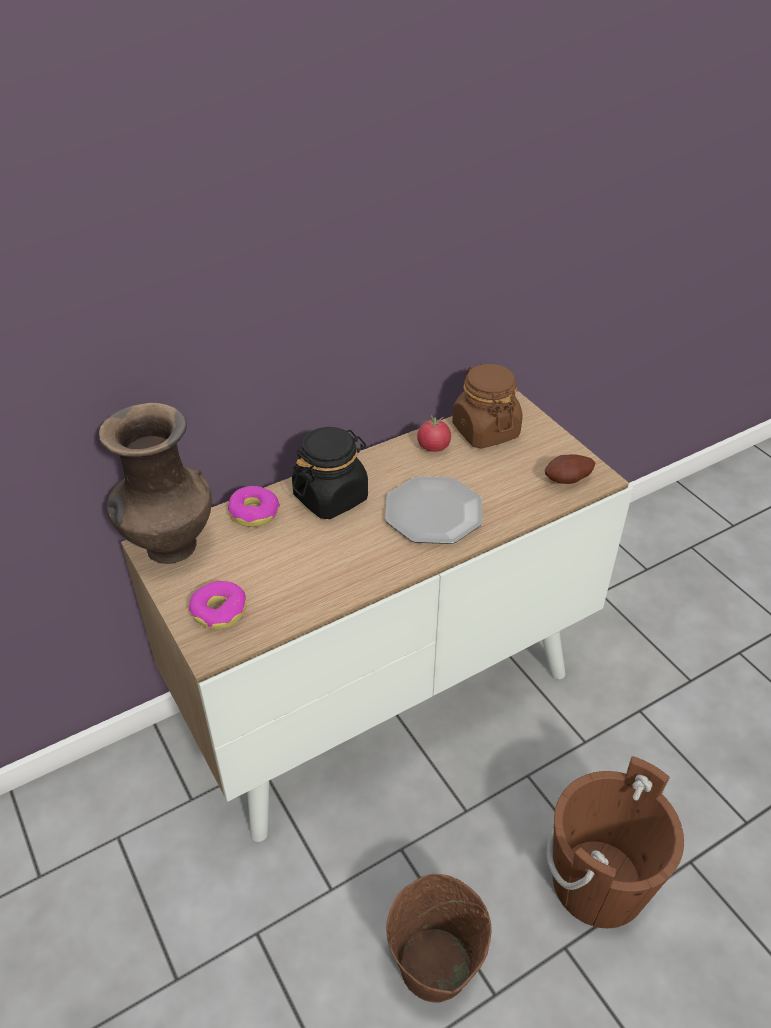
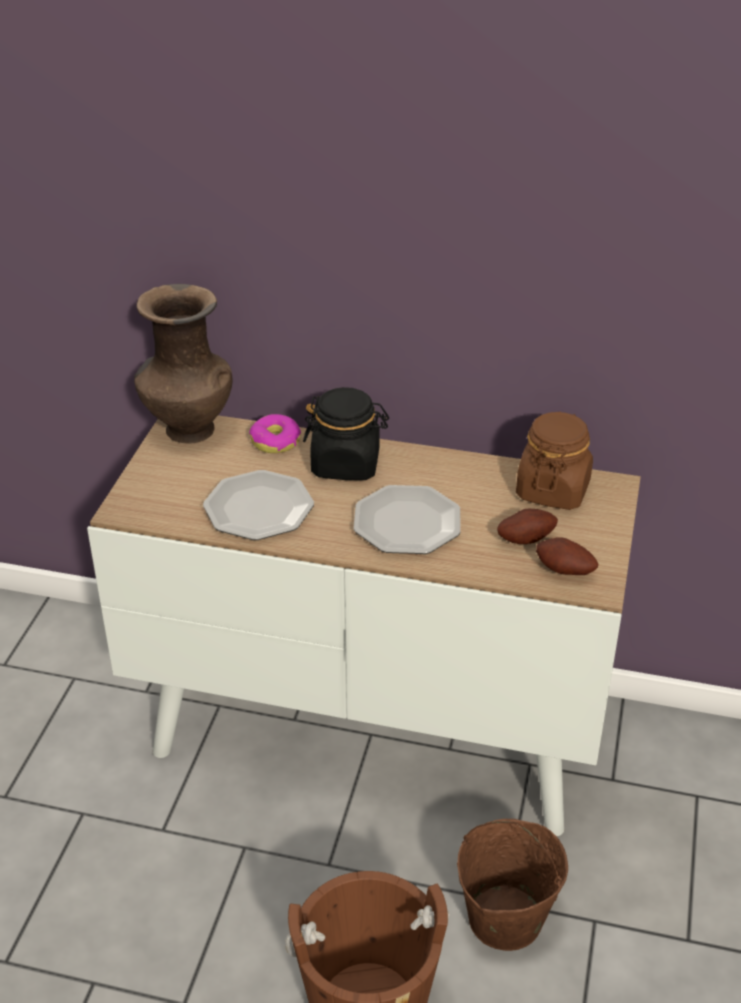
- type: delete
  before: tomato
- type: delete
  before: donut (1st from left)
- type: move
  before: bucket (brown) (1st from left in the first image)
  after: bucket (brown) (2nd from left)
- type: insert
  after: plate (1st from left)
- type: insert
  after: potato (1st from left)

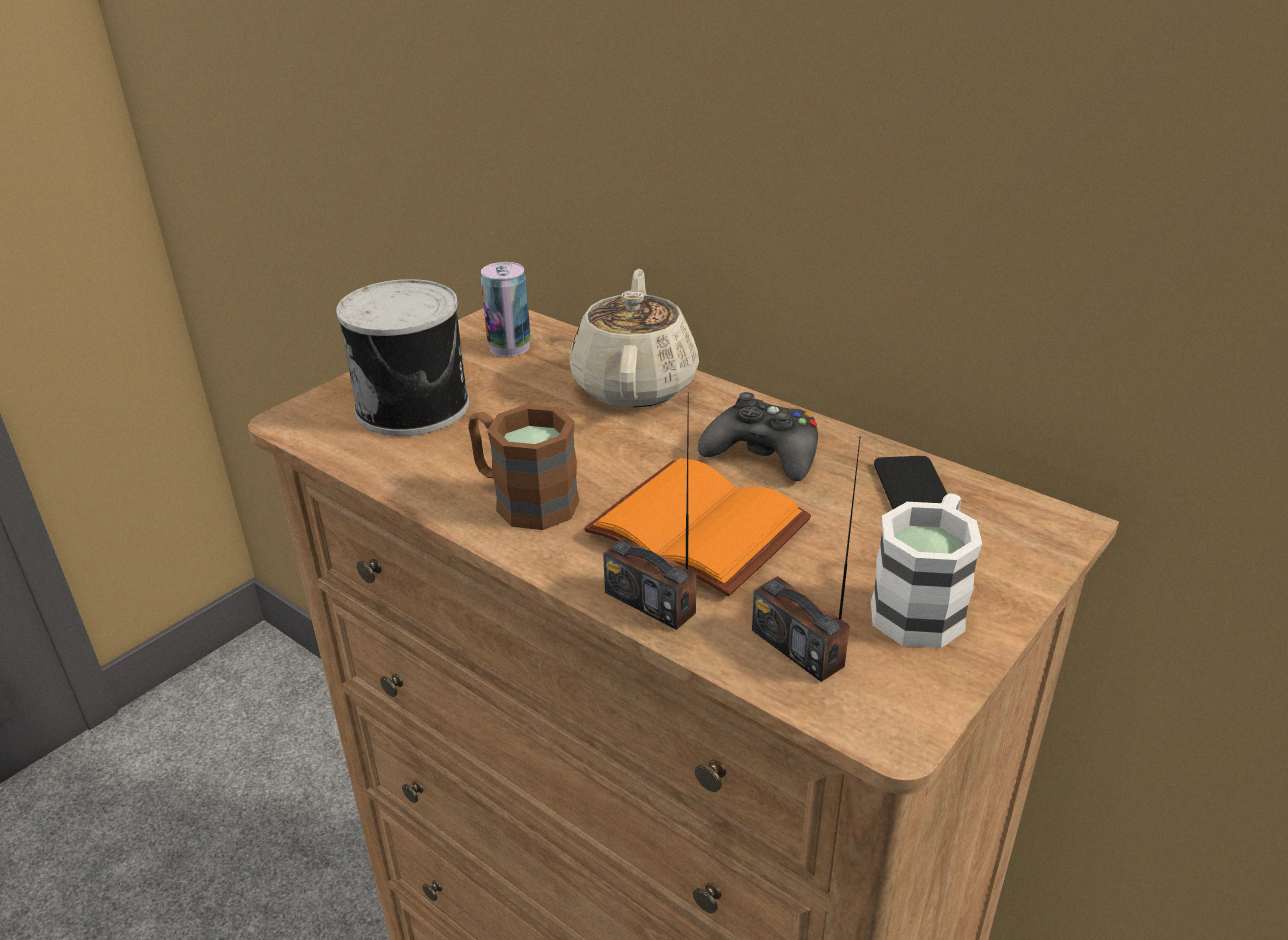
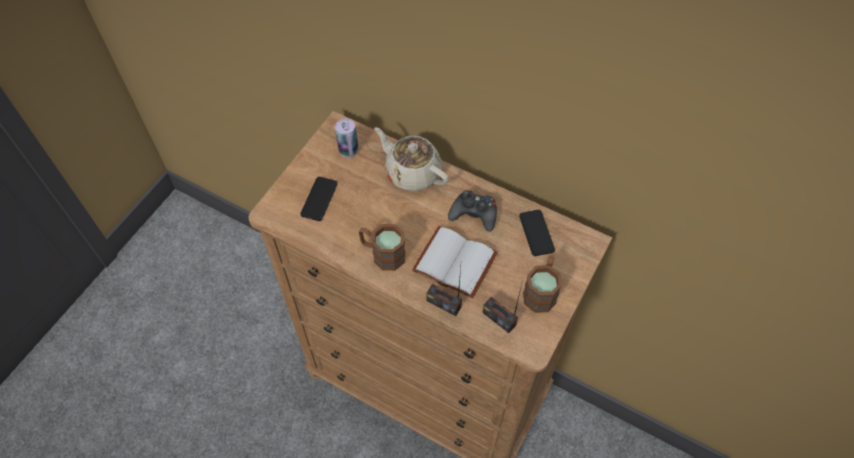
- type: rotate
  before: teapot (beige)
  turn: -45
- type: replace
  before: can (1st from left)
  after: phone (1st from left)
- type: recolor
  before: book (orange)
  after: book (white)
- type: recolor
  before: mug (white)
  after: mug (brown) (2nd from left)

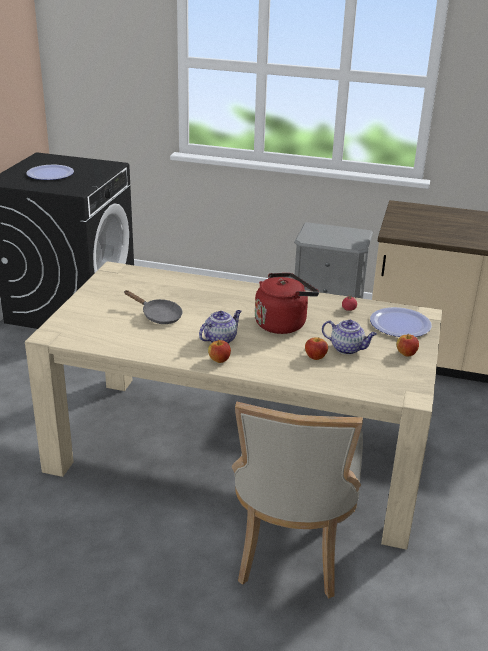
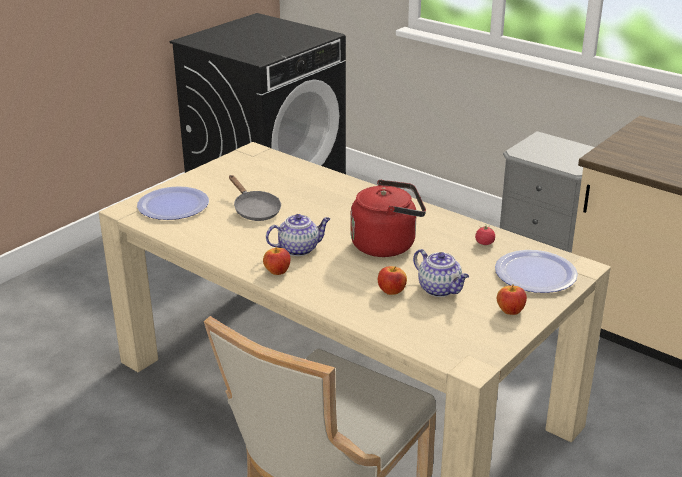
- type: move
  before: plate (1st from left)

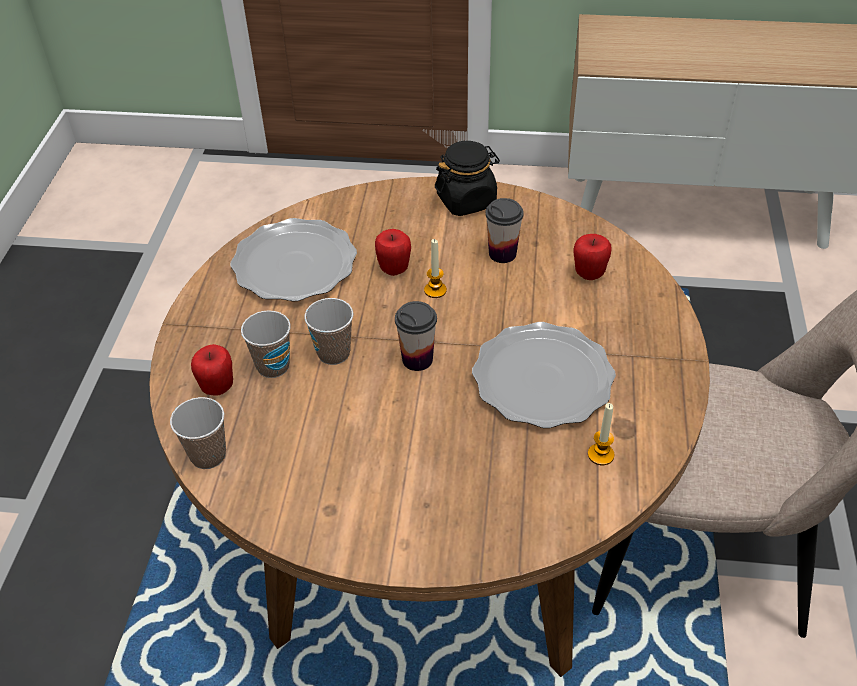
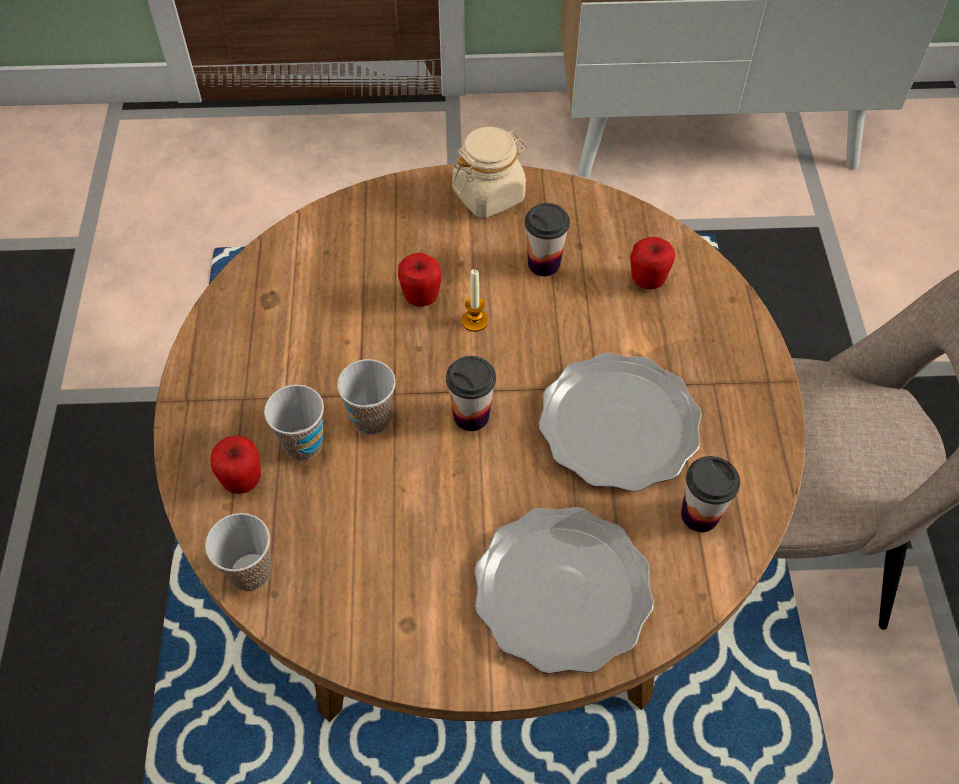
- type: recolor
  before: jar (black)
  after: jar (beige)
- type: move
  before: plate (1st from left)
- type: replace
  before: candle (2nd from left)
  after: cup (6th from left)

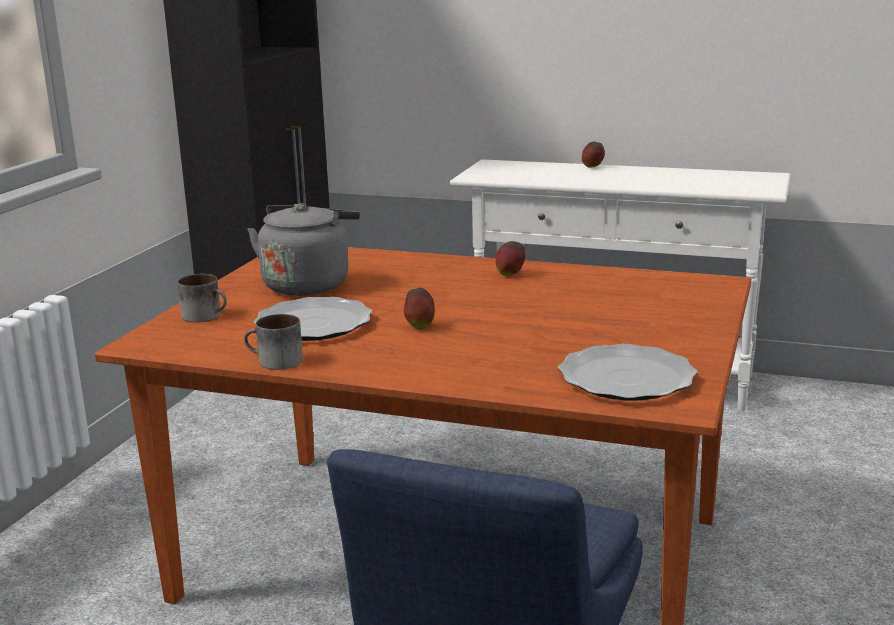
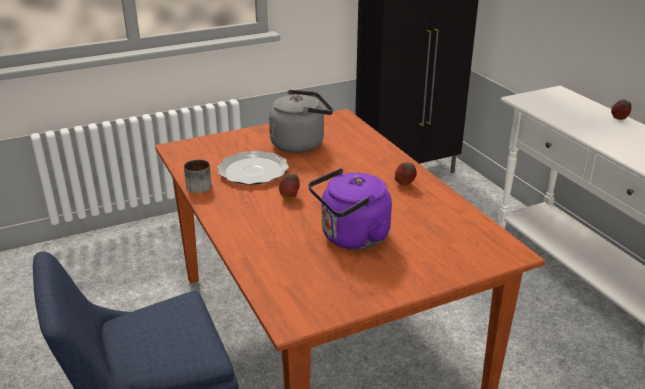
- type: delete
  before: mug (1st from left)
- type: delete
  before: plate (2nd from left)
- type: insert
  after: kettle (purple)

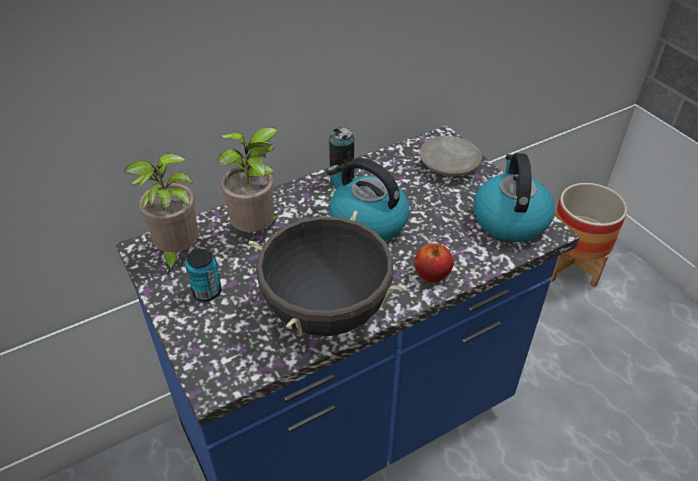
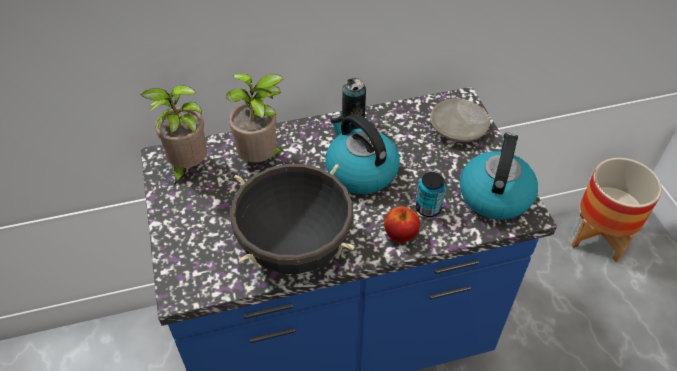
- type: move
  before: can (1st from left in the first image)
  after: can (2nd from left)

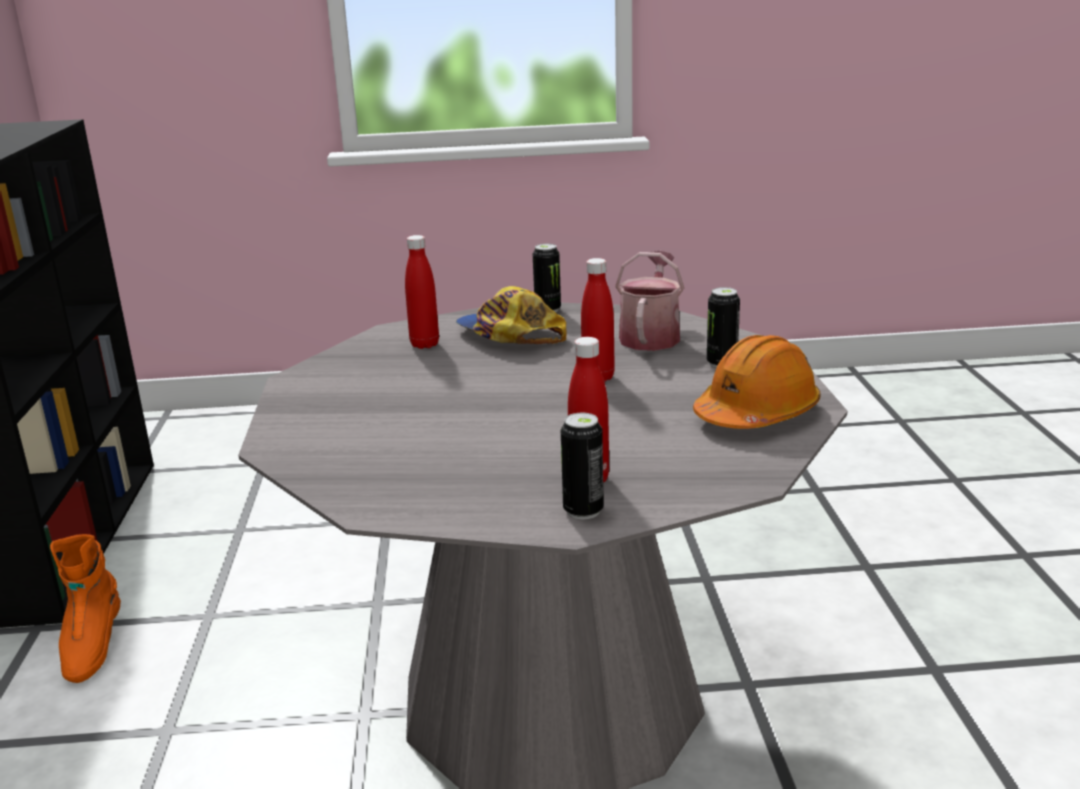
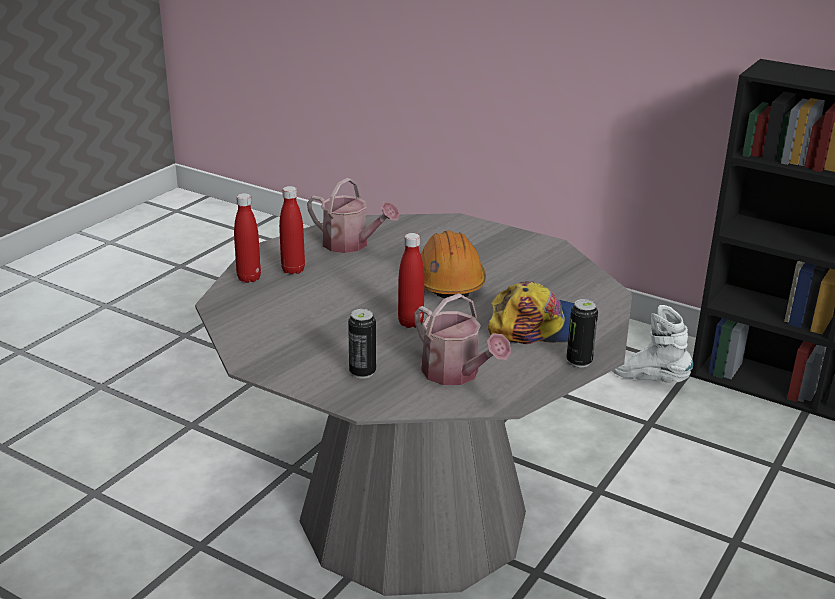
- type: move
  before: bottle (red) (1st from left)
- type: move
  before: hard hat (orange)
- type: delete
  before: can (2nd from left)
- type: recolor
  before: boot (orange)
  after: boot (white)
- type: insert
  after: watering can (1st from left)

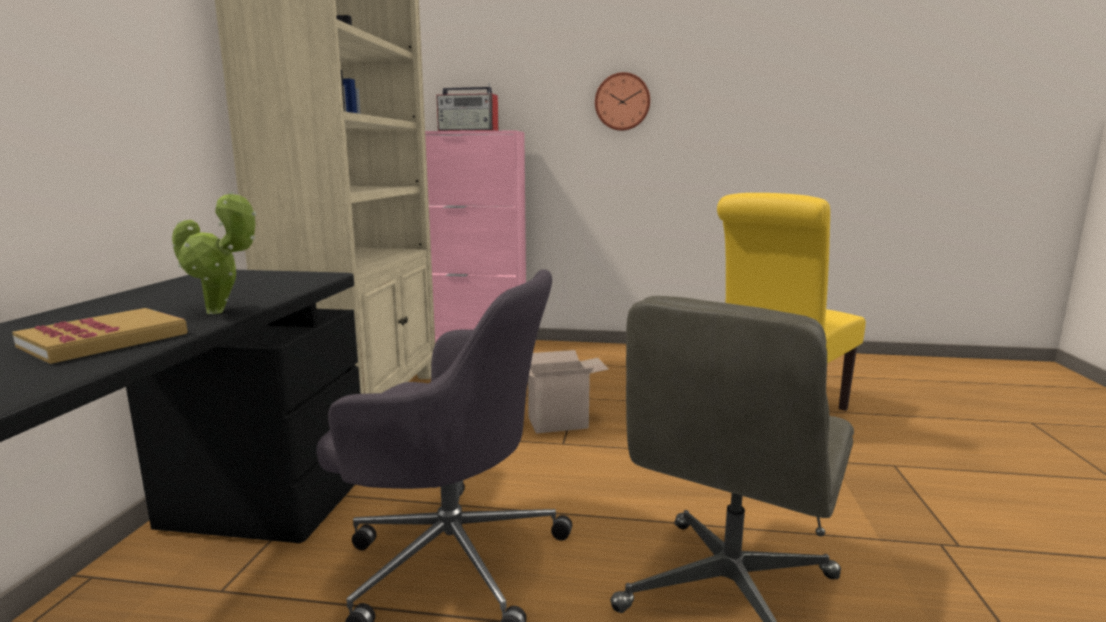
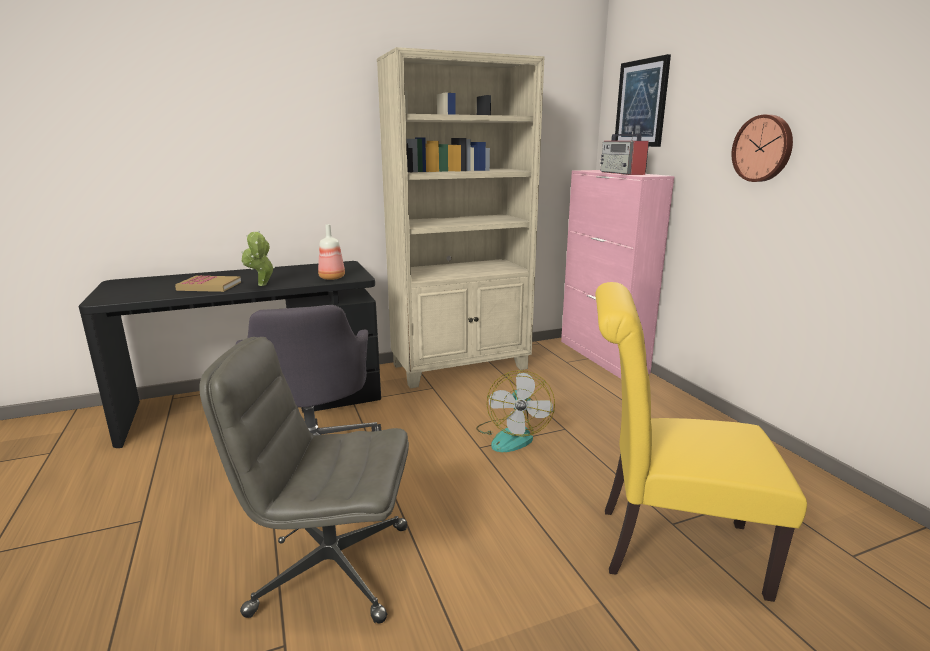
- type: replace
  before: cardboard box
  after: fan
- type: insert
  after: picture
- type: insert
  after: bottle

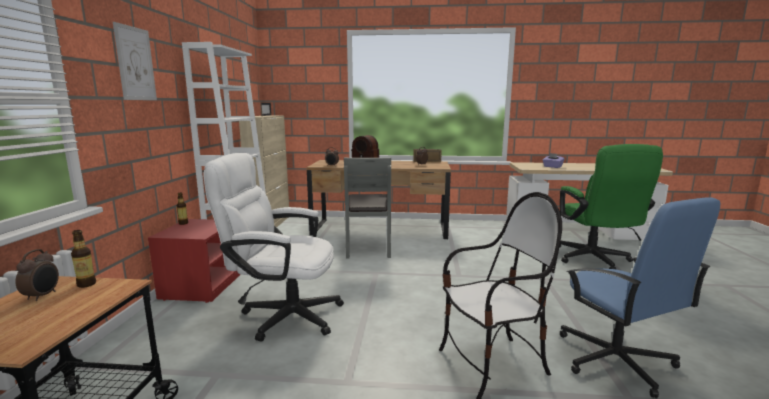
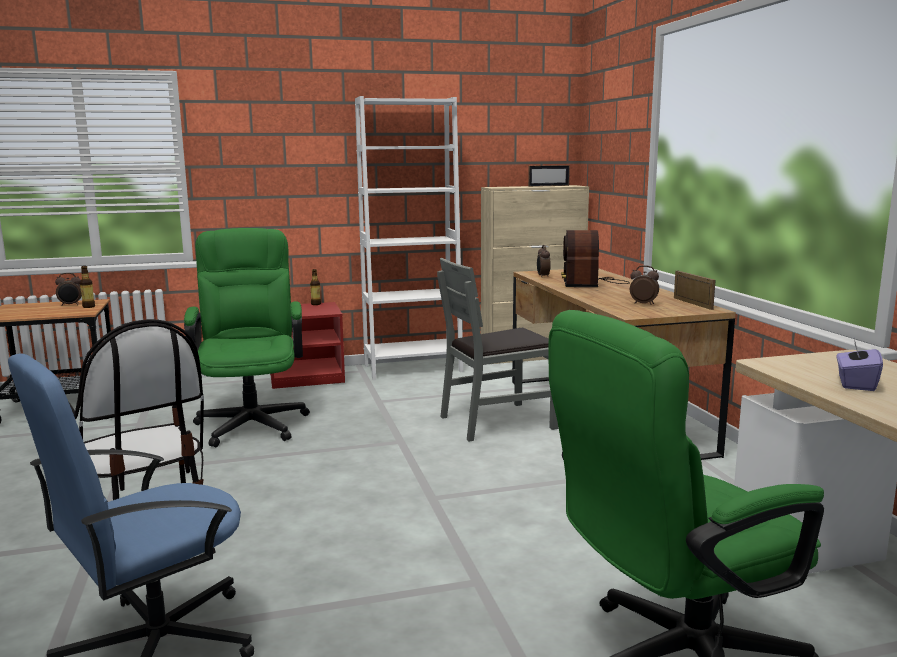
- type: delete
  before: picture
- type: recolor
  before: office chair (white)
  after: office chair (green) (1st from left)

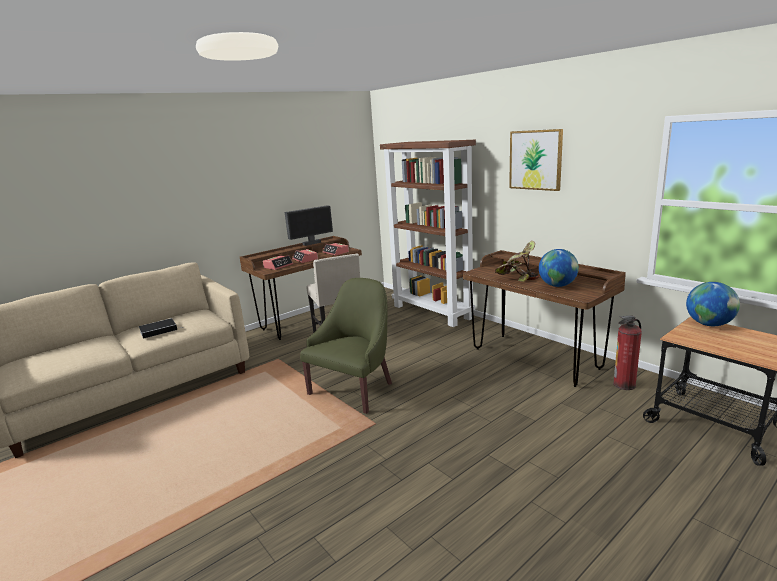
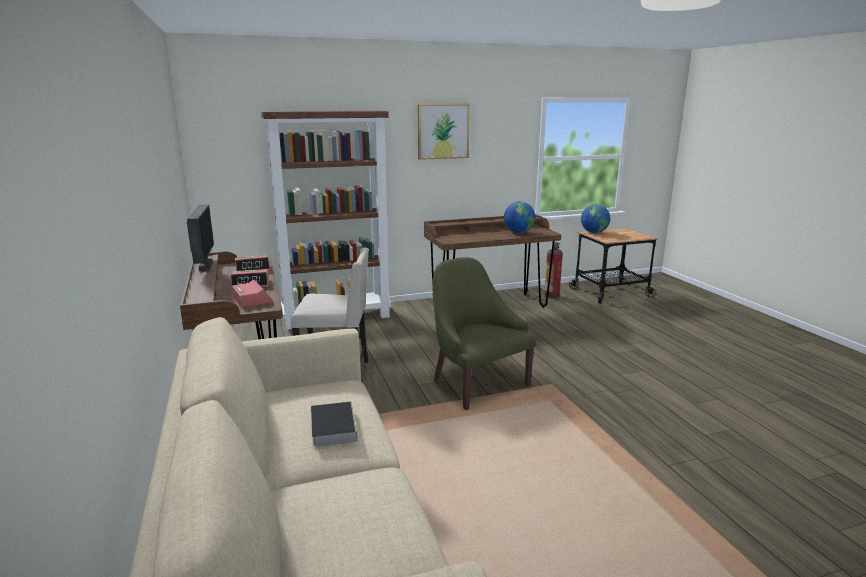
- type: delete
  before: potted plant

